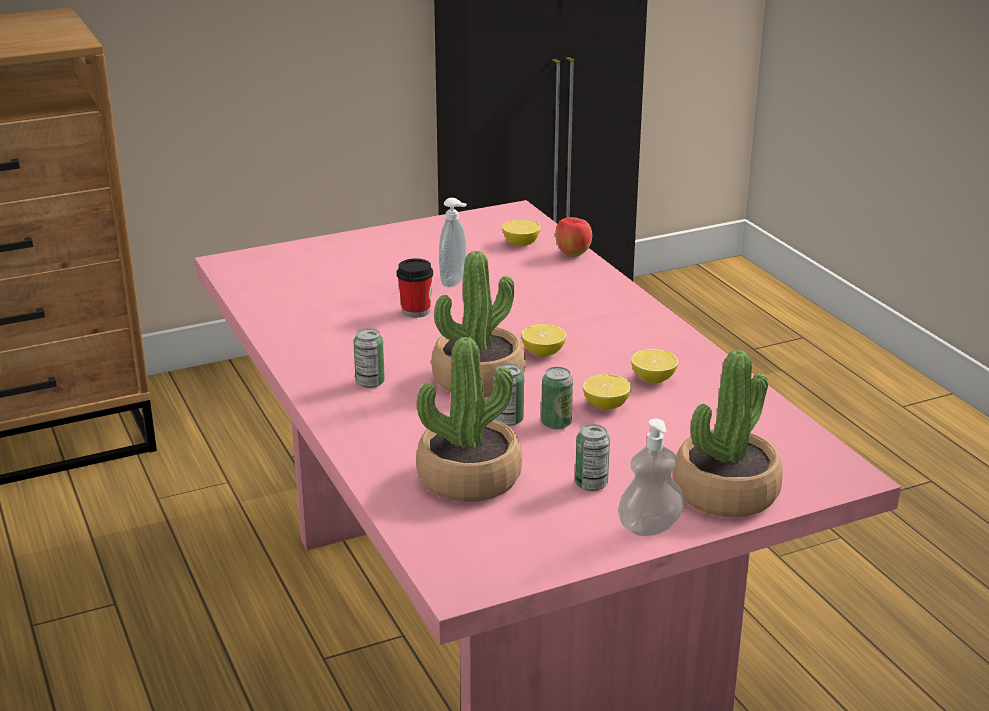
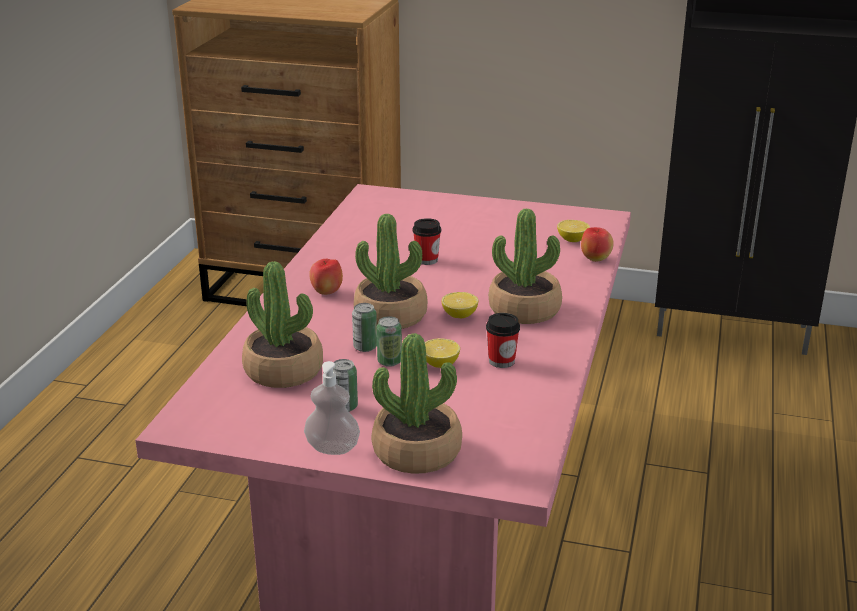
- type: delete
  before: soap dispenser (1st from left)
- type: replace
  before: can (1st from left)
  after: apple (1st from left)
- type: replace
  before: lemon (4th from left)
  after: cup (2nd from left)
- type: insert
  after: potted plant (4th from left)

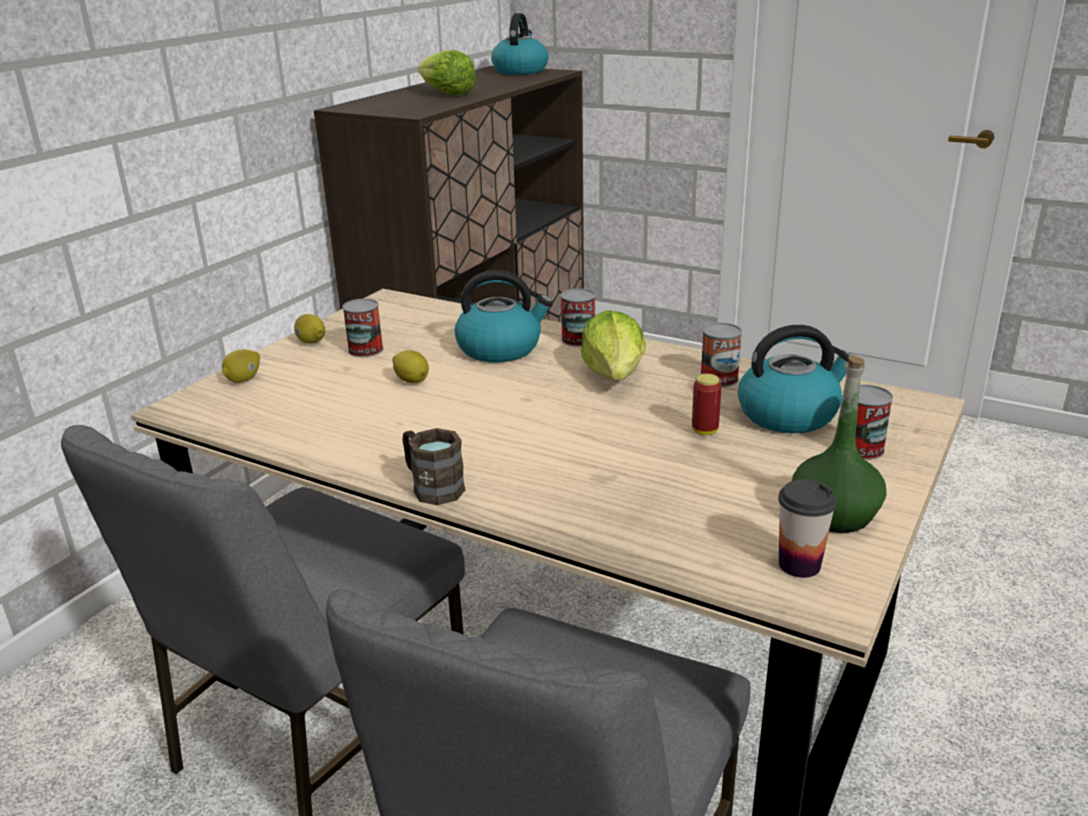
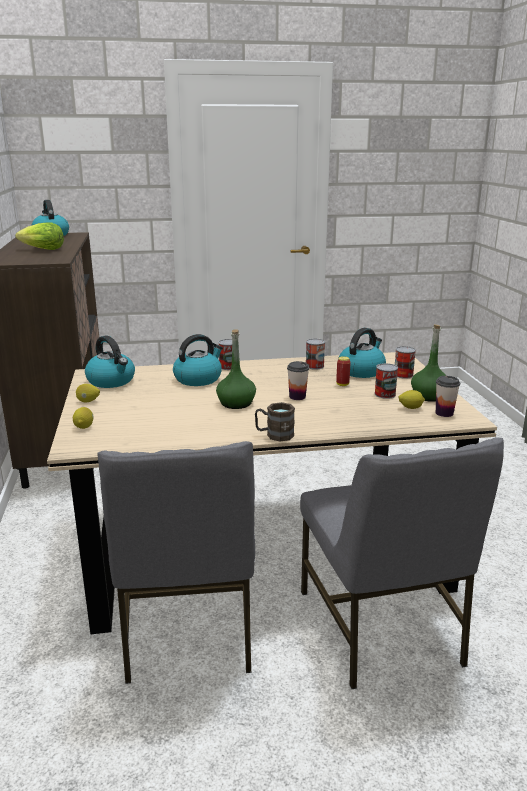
- type: move
  before: can (1st from left in the first image)
  after: can (4th from left)
- type: delete
  before: lettuce (2nd from left)
- type: move
  before: lemon (3rd from left)
- type: insert
  after: bottle (green) (1st from left)
- type: insert
  after: kettle (2nd from left)
- type: insert
  after: cup (1st from left)

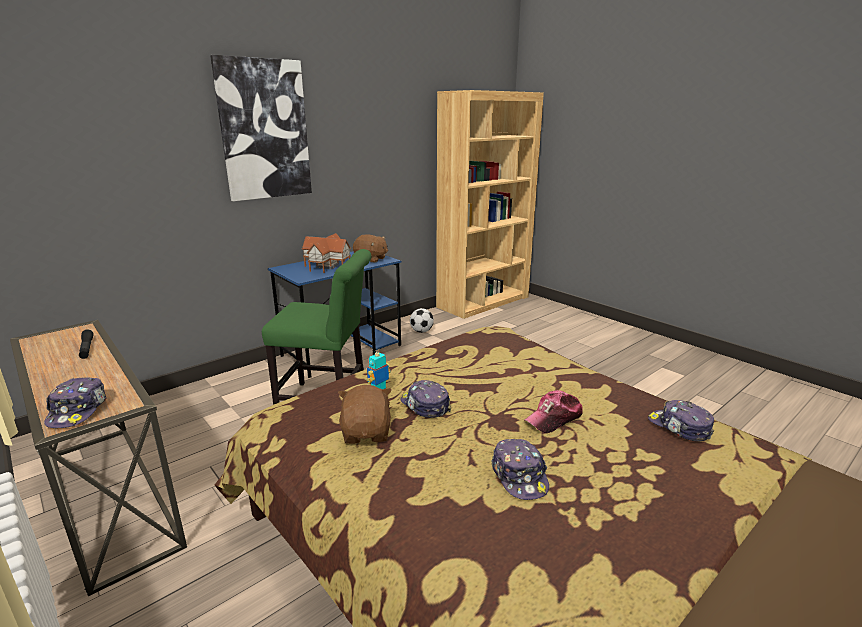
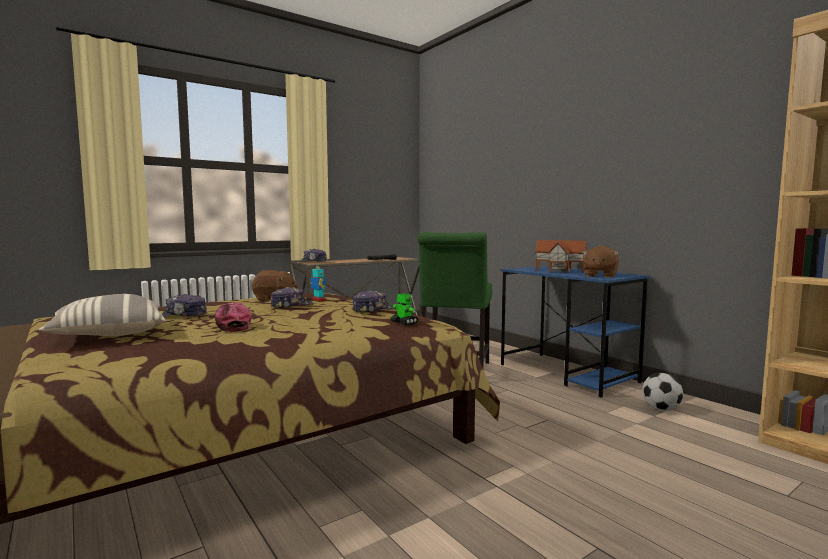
- type: delete
  before: picture
- type: move
  before: cap (5th from left)
- type: insert
  after: toy robot (2nd from left)
- type: insert
  after: pillow

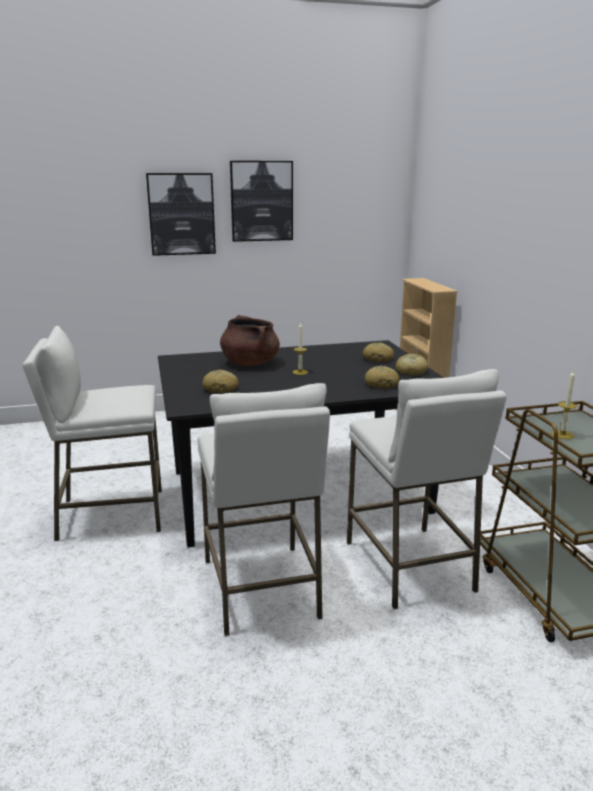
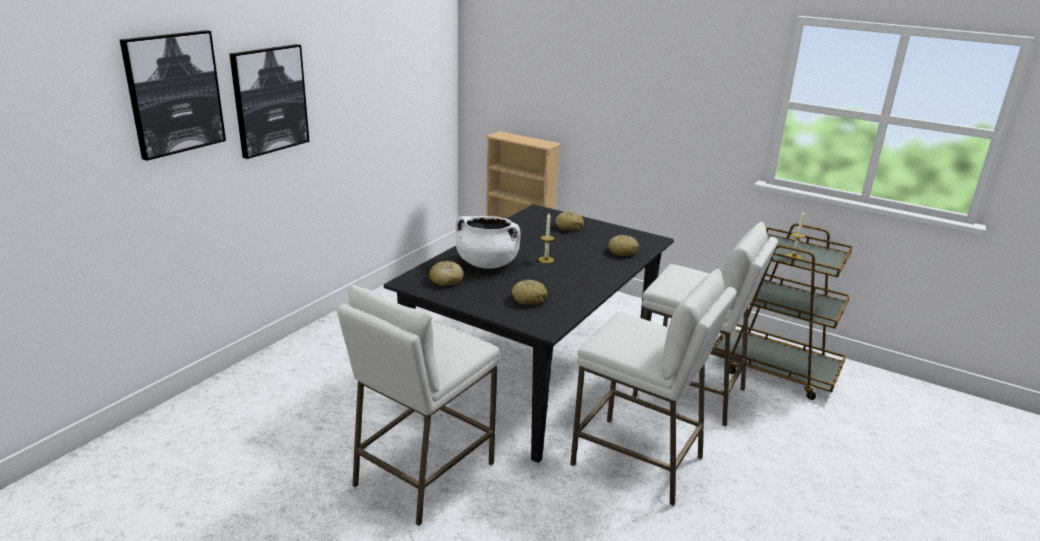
- type: move
  before: picture (2nd from left in the first image)
  after: picture (1st from left)
- type: recolor
  before: cooking pot (brown)
  after: cooking pot (white)
- type: move
  before: bread (4th from left in the first image)
  after: bread (1st from left)

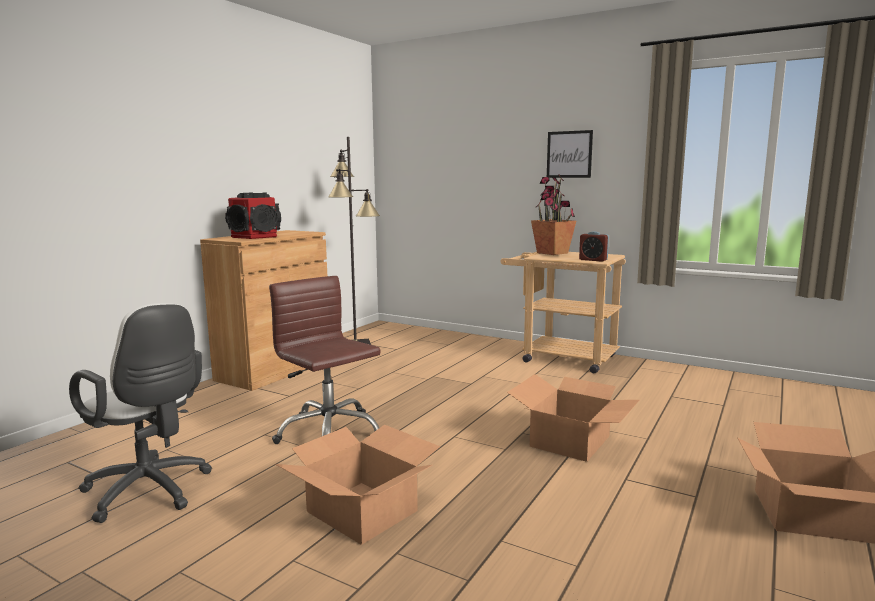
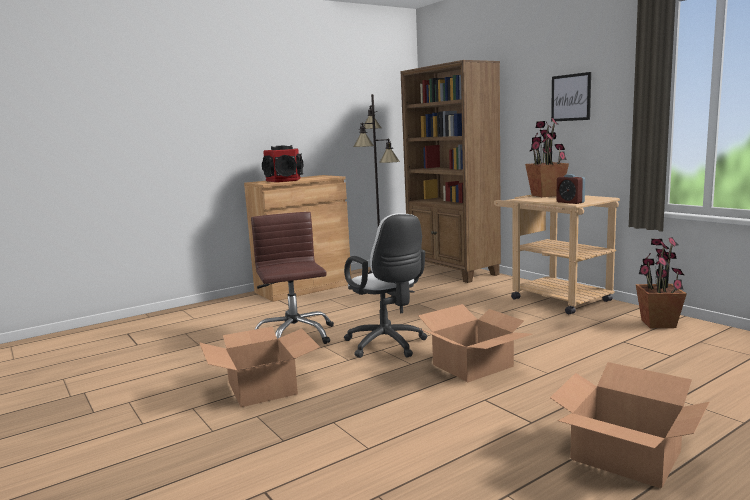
- type: move
  before: office chair (white)
- type: insert
  after: bookcase (brown)
- type: insert
  after: potted plant (2nd from left)

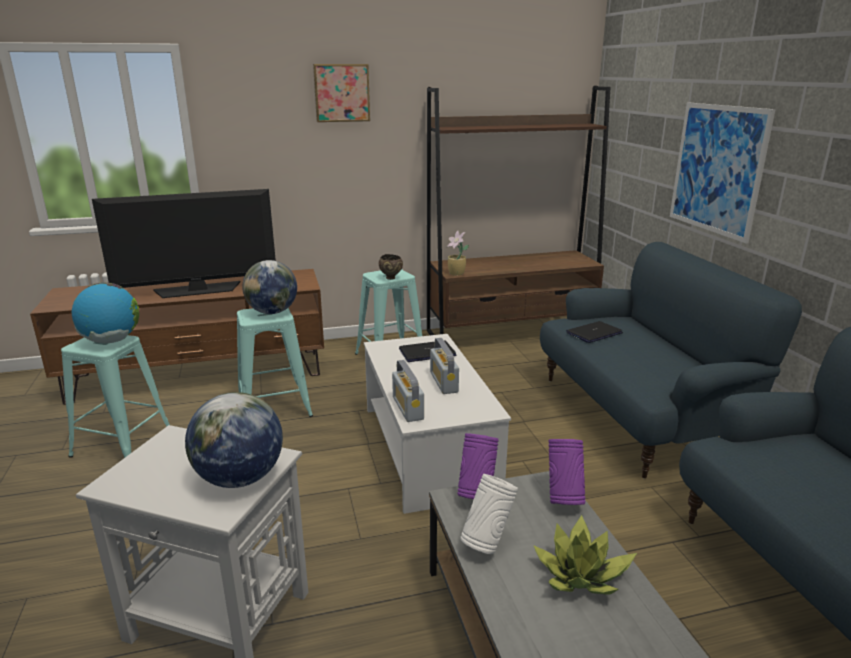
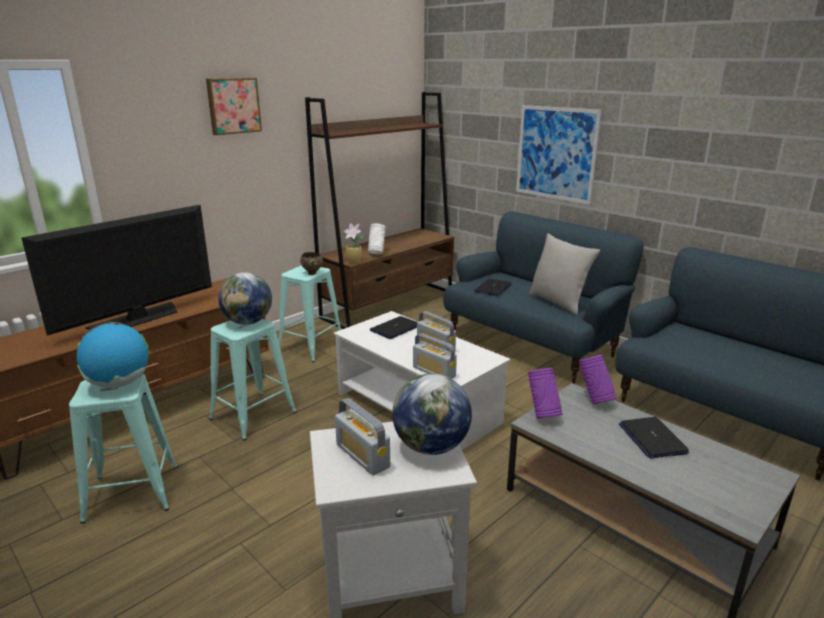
- type: move
  before: vase (white)
- type: replace
  before: potted plant (2nd from left)
  after: laptop (3rd from left)
- type: insert
  after: pillow (grey)
- type: insert
  after: radio (1st from left)

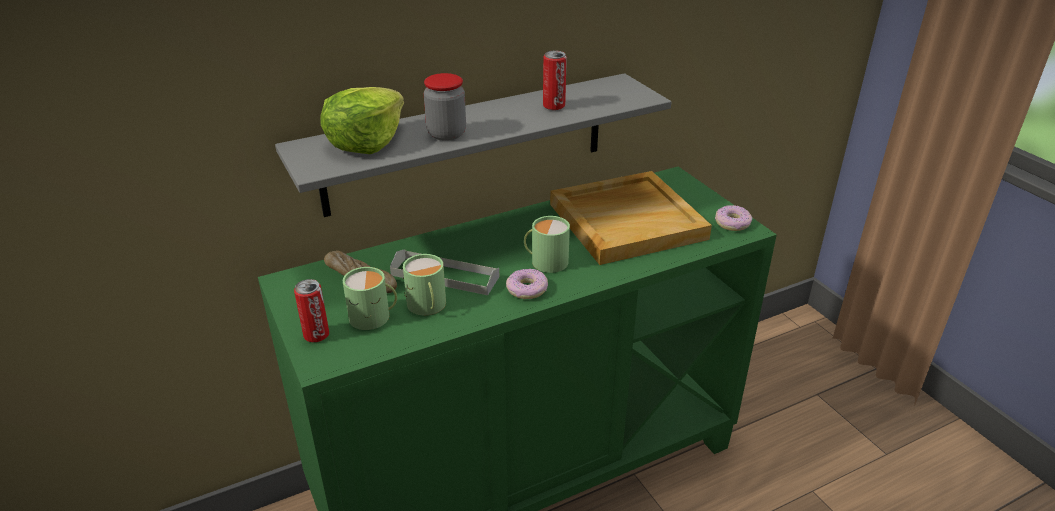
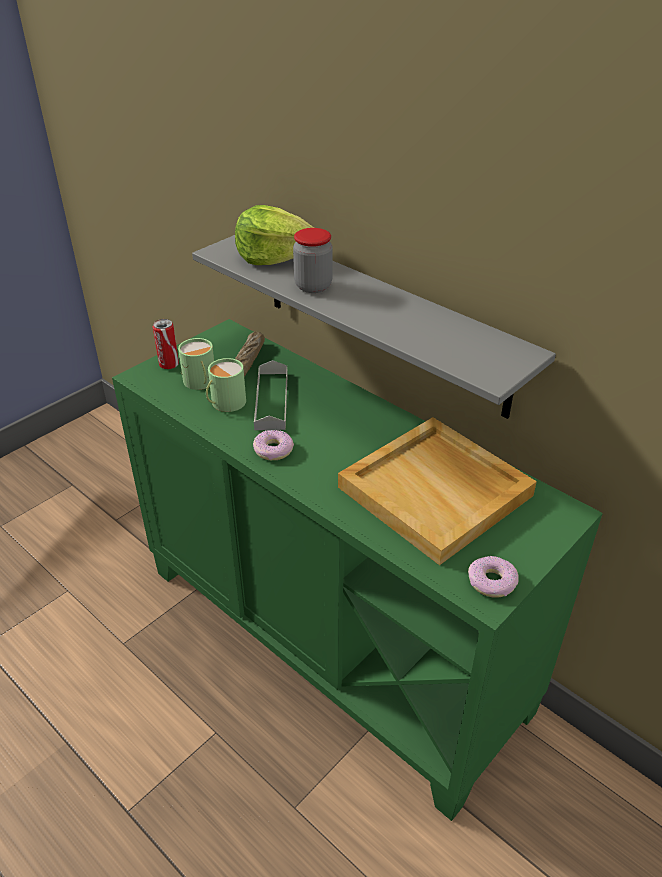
- type: delete
  before: can (2nd from left)
- type: delete
  before: mug (green) (3rd from left)

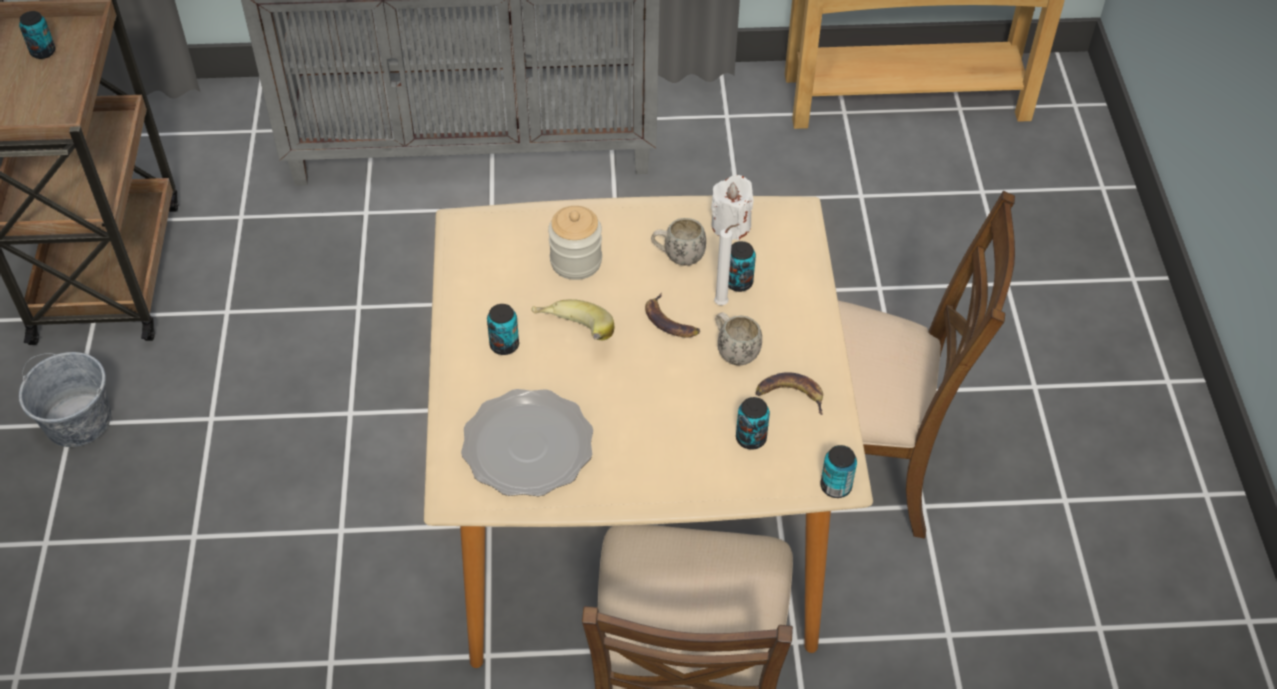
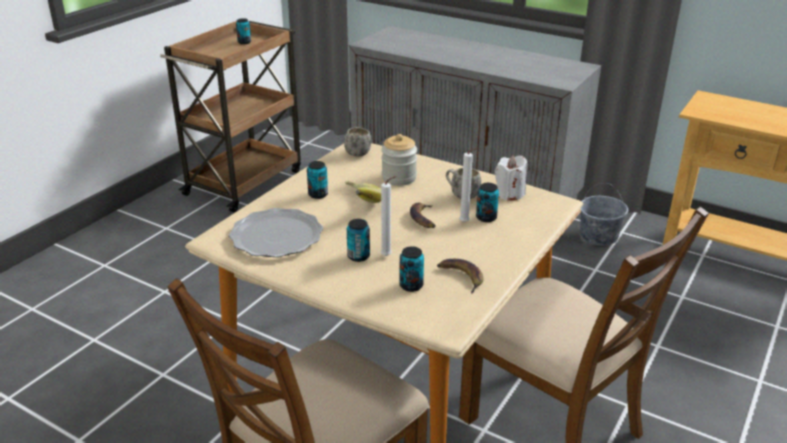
- type: move
  before: mug (white) (2nd from left in the first image)
  after: mug (white) (1st from left)
- type: move
  before: bucket (grey)
- type: move
  before: can (5th from left in the first image)
  after: can (3rd from left)
- type: insert
  after: candle (white) (1st from left)

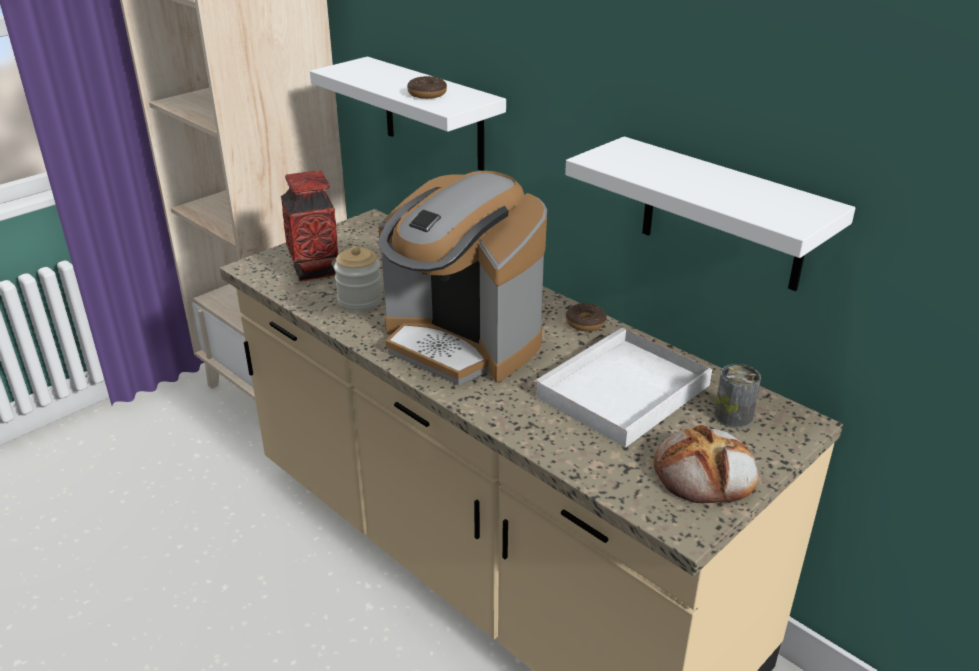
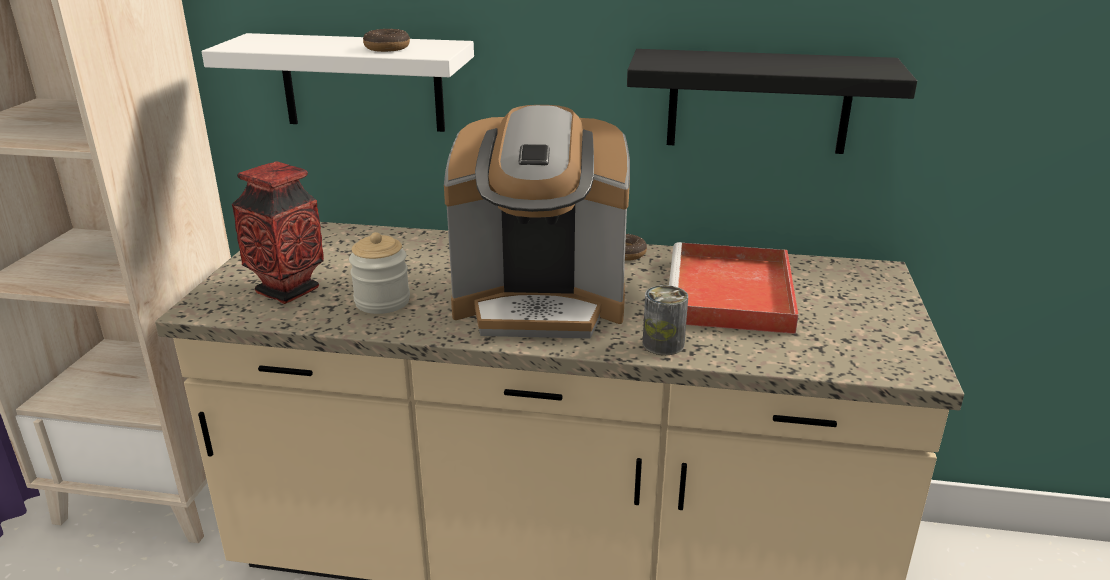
- type: recolor
  before: shelf (white) (2nd from left)
  after: shelf (black)
- type: recolor
  before: tray (white)
  after: tray (red)
- type: move
  before: can
- type: delete
  before: bread

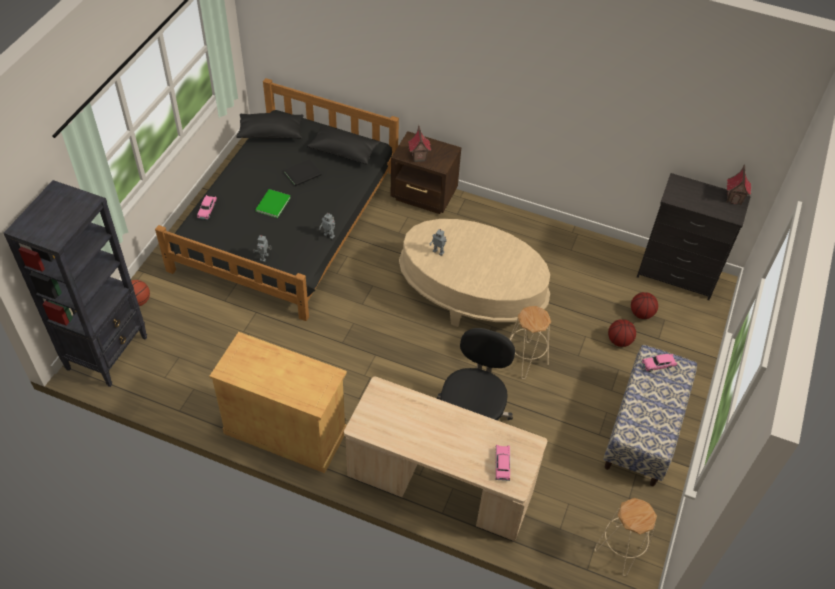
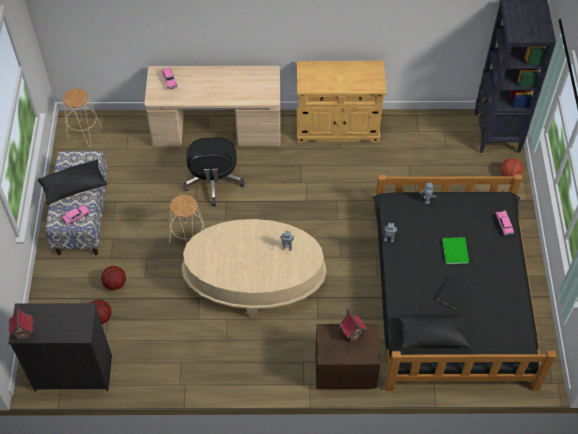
- type: move
  before: pillow (black) (1st from left)

